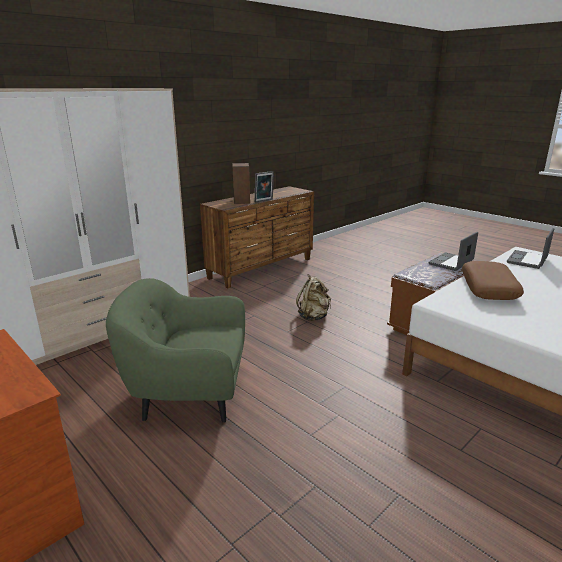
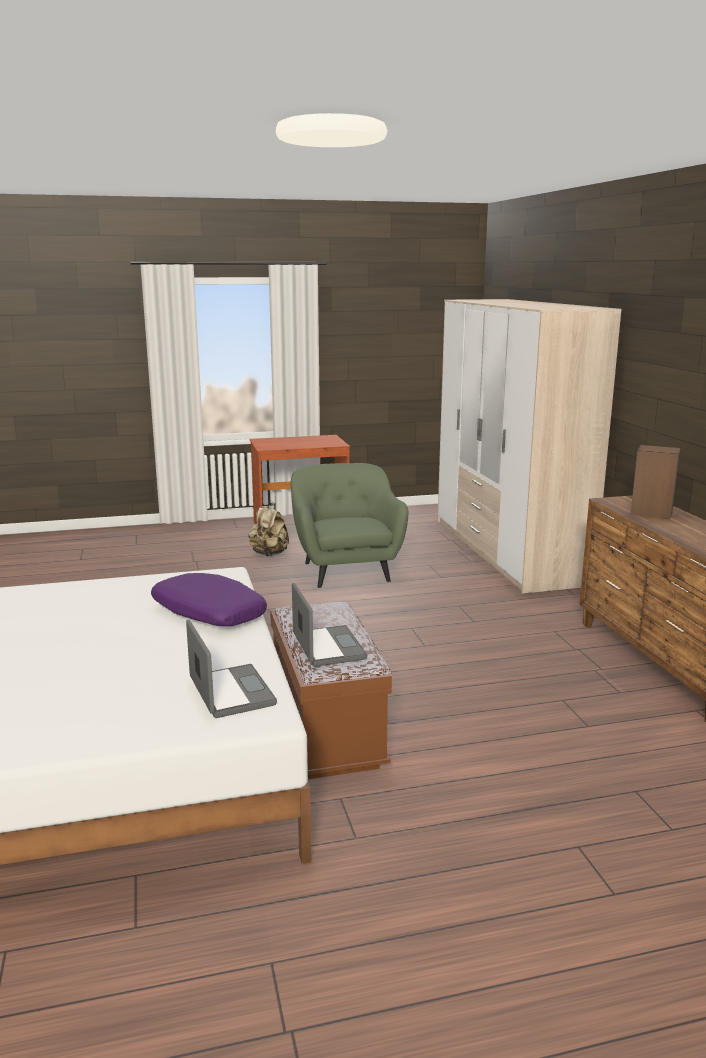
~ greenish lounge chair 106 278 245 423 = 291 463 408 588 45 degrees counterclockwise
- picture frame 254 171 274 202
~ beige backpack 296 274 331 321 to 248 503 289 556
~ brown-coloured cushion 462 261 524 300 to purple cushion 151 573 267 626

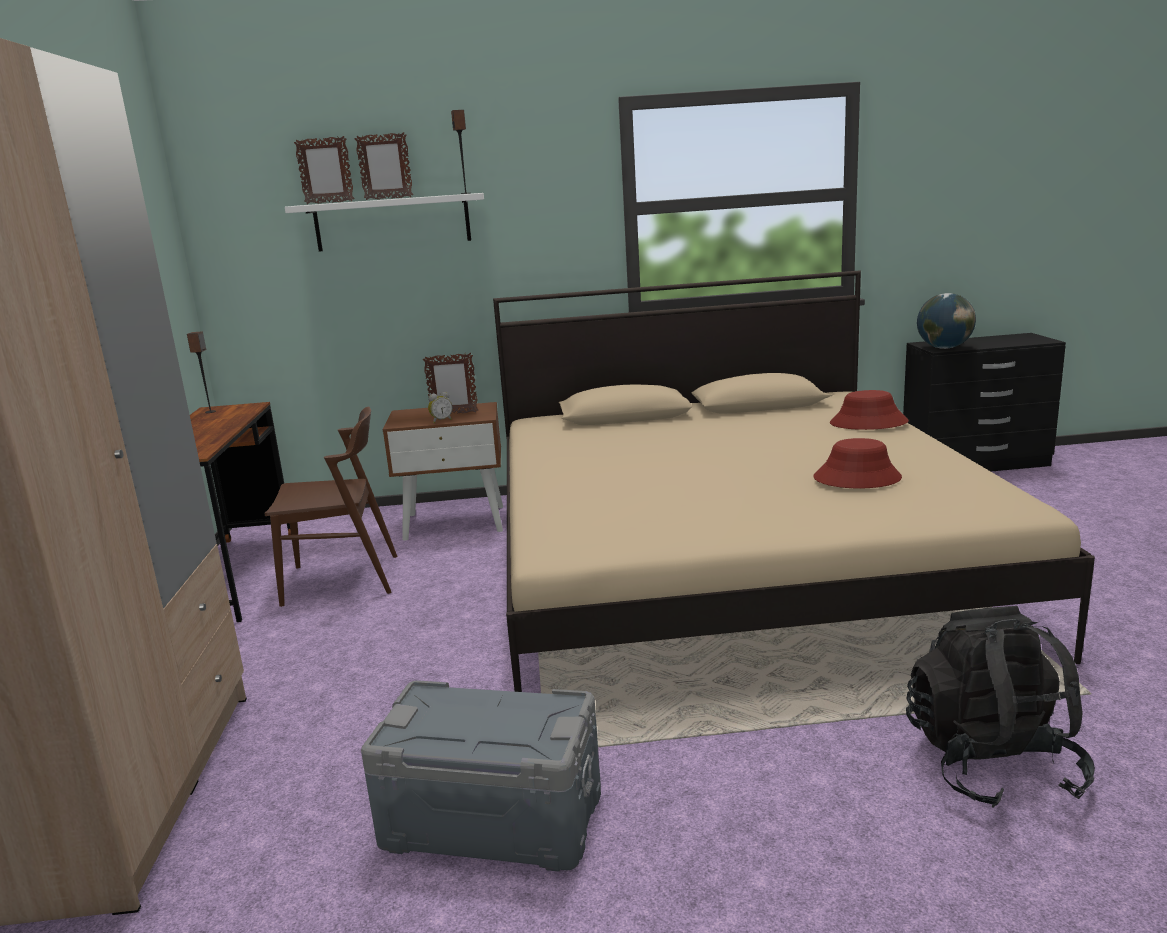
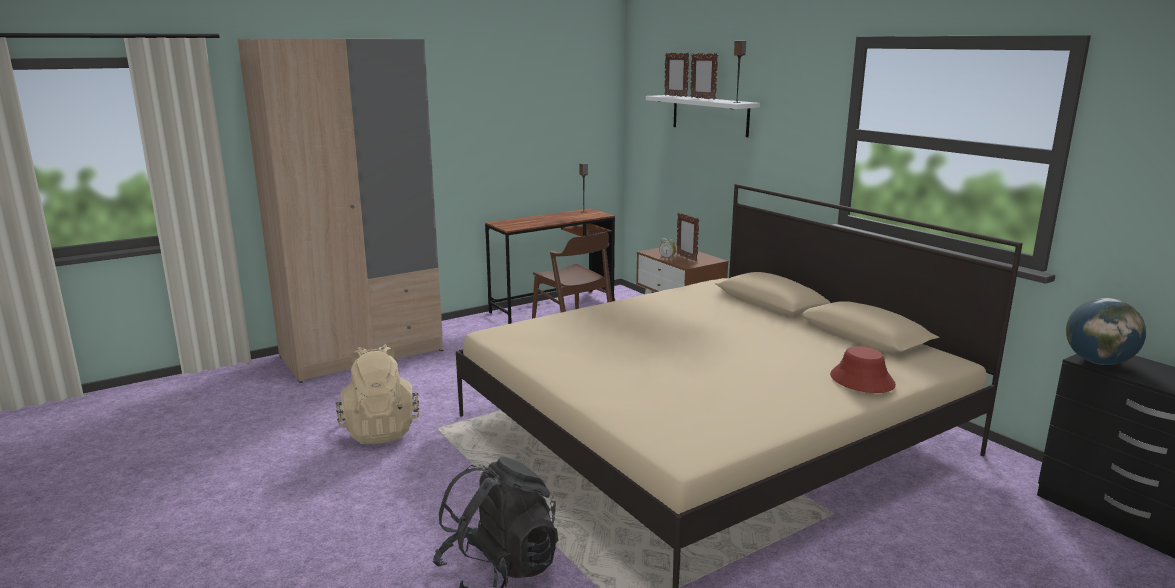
~ greyish storage bin 361 680 601 872 to beige backpack 336 344 419 444
- reddish hat 813 438 902 488

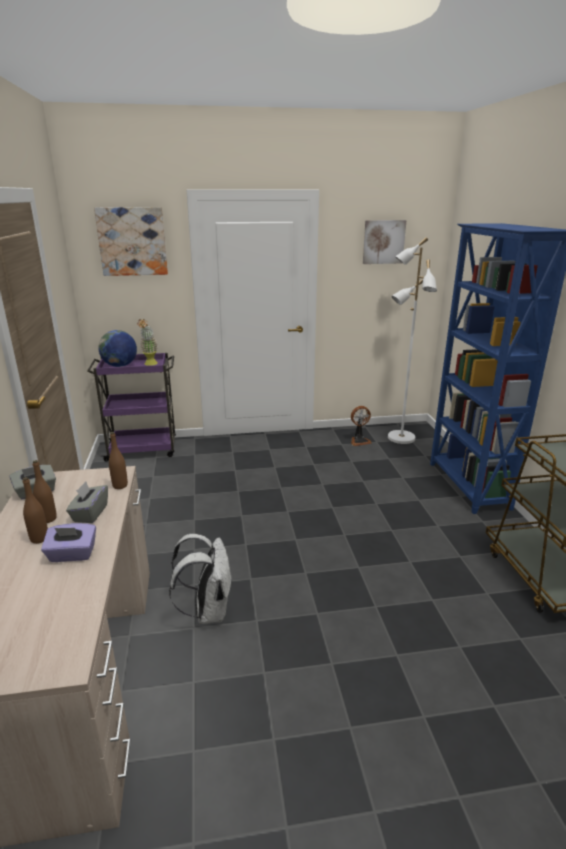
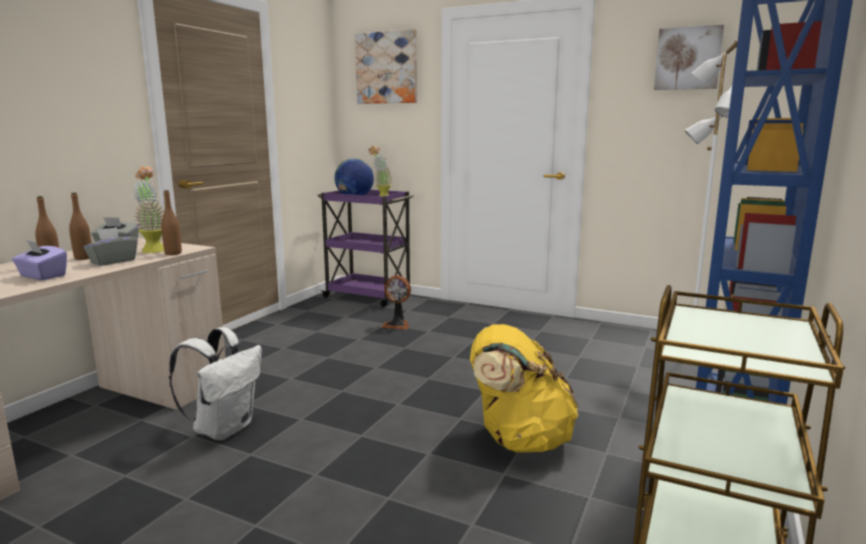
~ fan 351 406 372 446 to 381 275 411 330
+ plant in a pot 133 166 165 253
+ yellow-coloured backpack 470 324 579 452

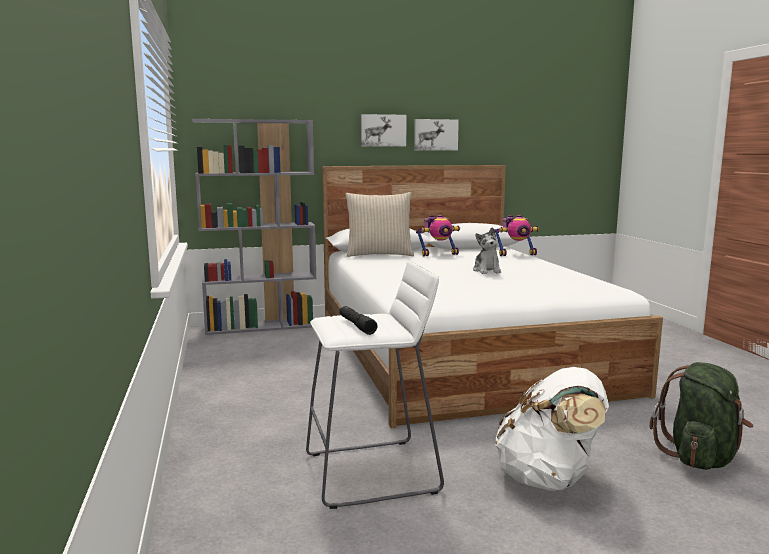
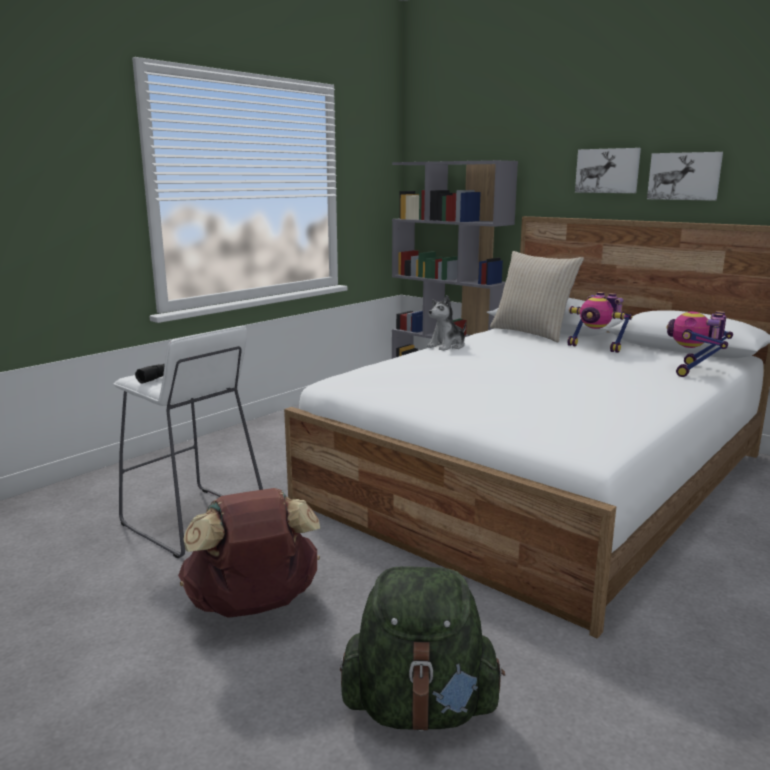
~ cuddly toy 473 227 501 274 to 426 295 466 351
~ robot figure 494 215 539 256 = 667 311 733 377 75 degrees clockwise
~ white-coloured backpack 495 367 609 491 to brown-coloured backpack 178 488 320 617

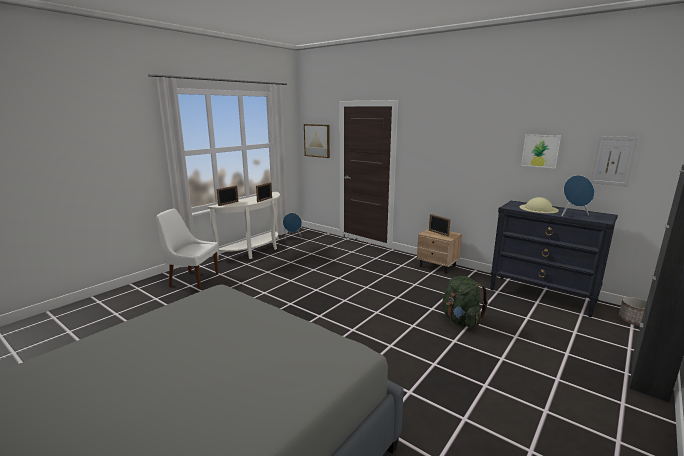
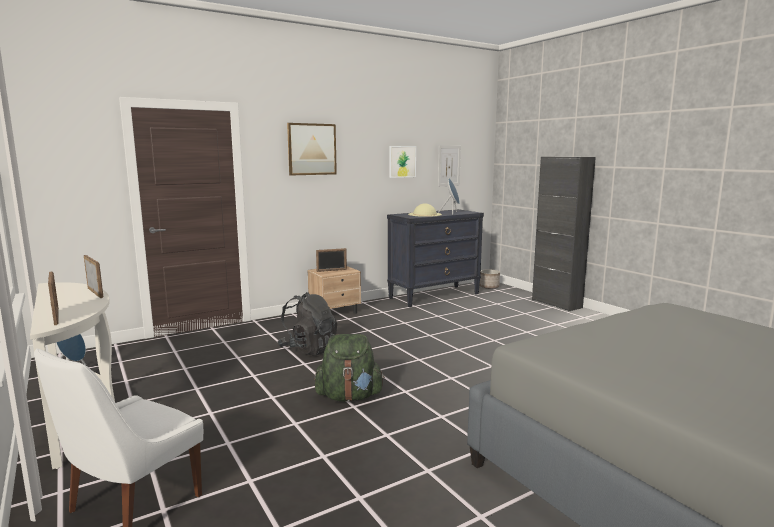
~ picture 304 124 330 158 to 287 123 337 175
~ greenish backpack 442 276 488 328 to 314 334 385 402
+ black-coloured backpack 277 292 337 355

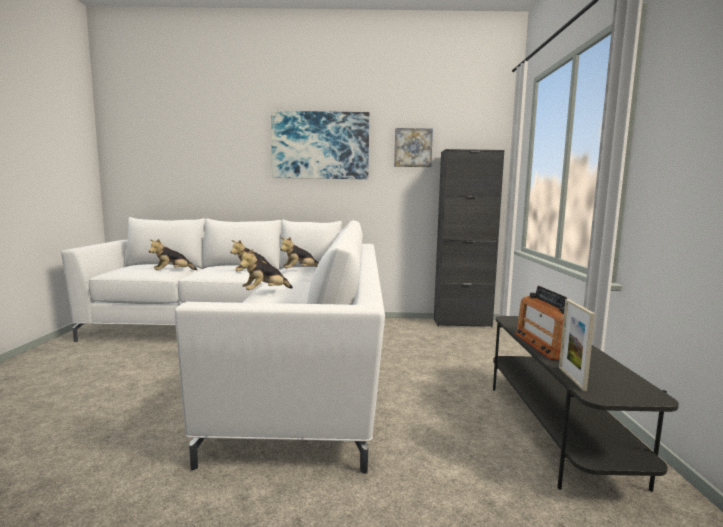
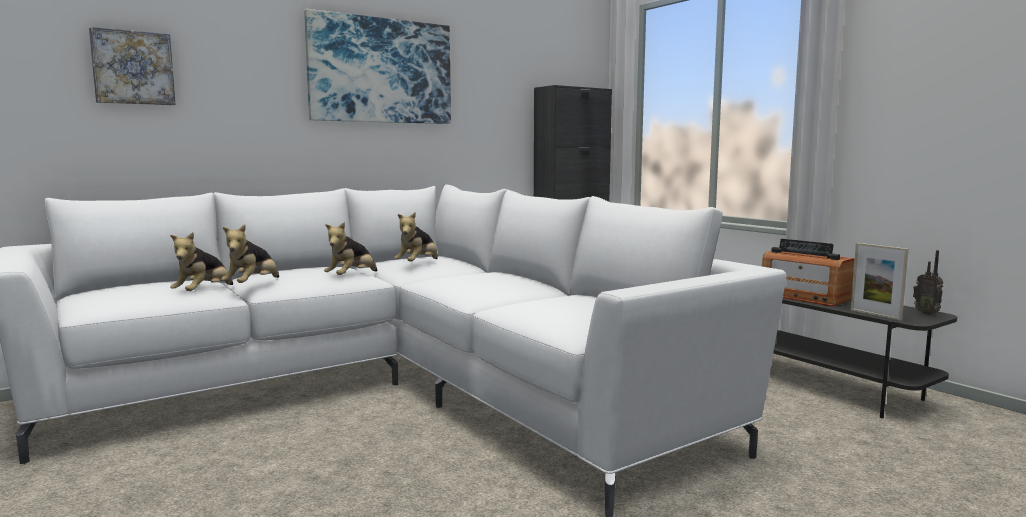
~ cuddly toy 240 249 293 290 to 221 225 279 283
~ picture 394 128 433 167 to 89 27 175 105
+ radio receiver 913 250 943 315

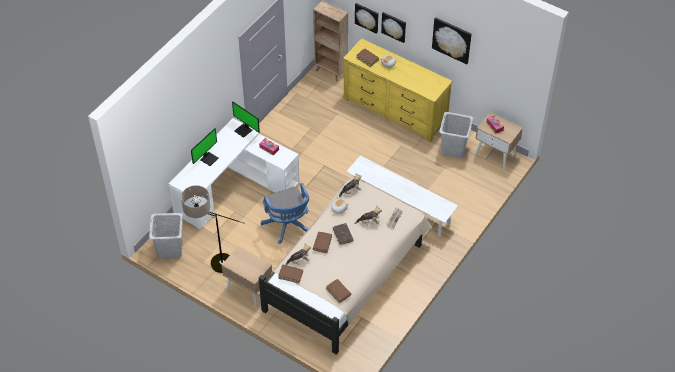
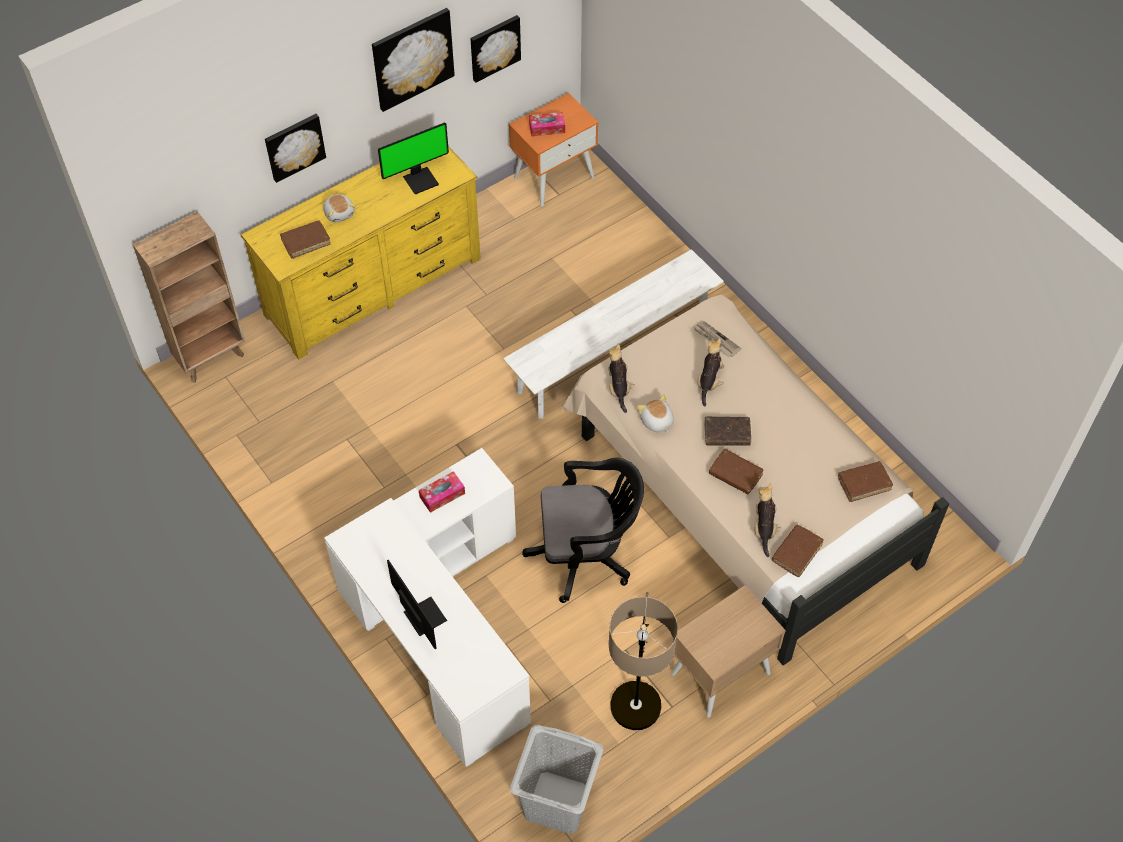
~ computer screen 232 102 260 138 to 378 122 449 194
~ bluish computer chair 261 183 309 244 to black-coloured computer chair 522 458 644 603
~ picture 355 3 378 34 to 471 15 521 82
- greyish washing basket 439 112 473 158
~ beige night table 475 112 523 169 to orange-coloured night table 509 93 599 206

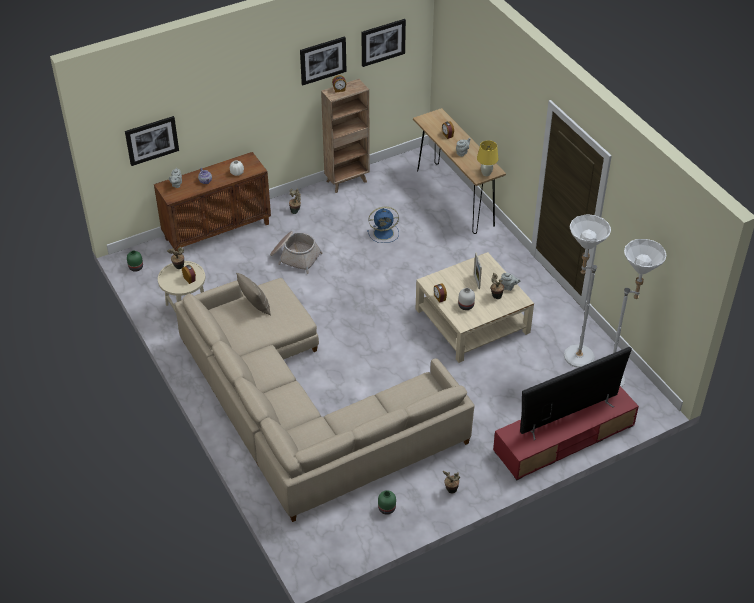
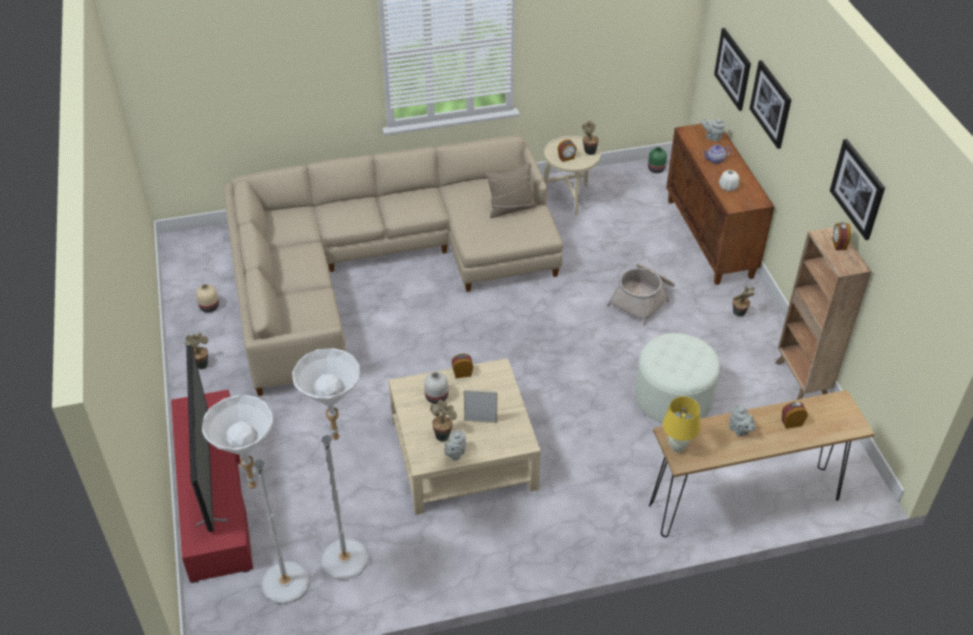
~ picture 361 19 406 67 to 749 60 791 149
~ bluish fan 367 207 399 243 to white-coloured ottoman 635 333 720 424
~ greenish decorative vase 378 490 396 515 to beige decorative vase 196 284 219 312

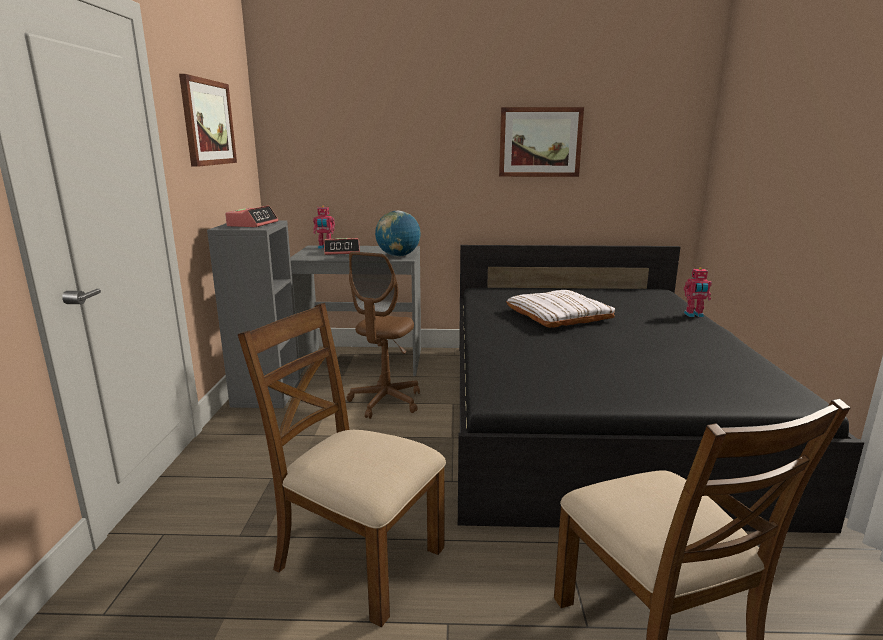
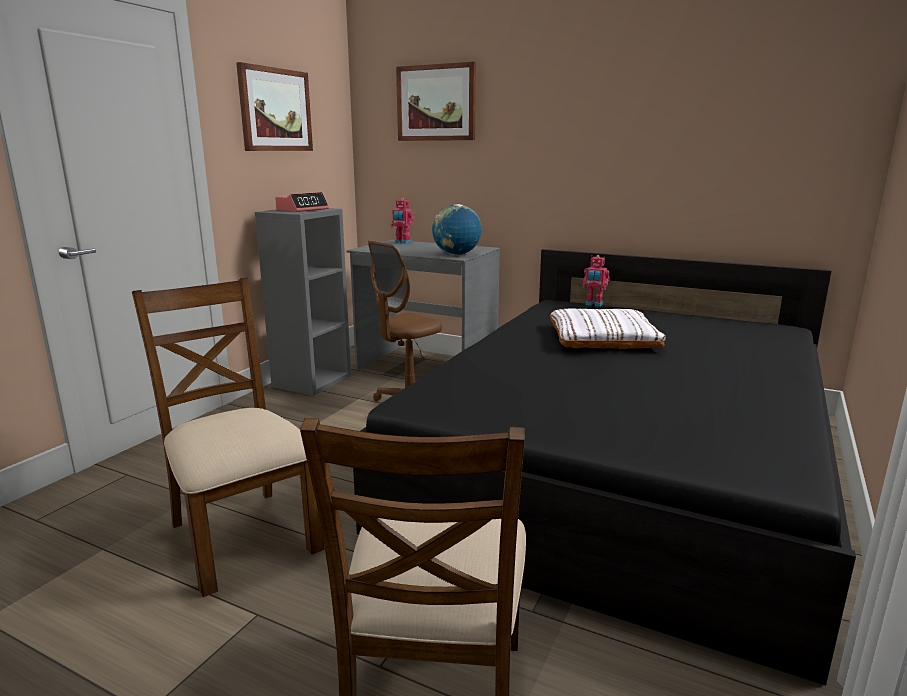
- table clock 324 238 360 255
~ picture 499 107 584 177 to 396 62 476 141
~ robot figure 684 267 712 317 to 583 255 610 307

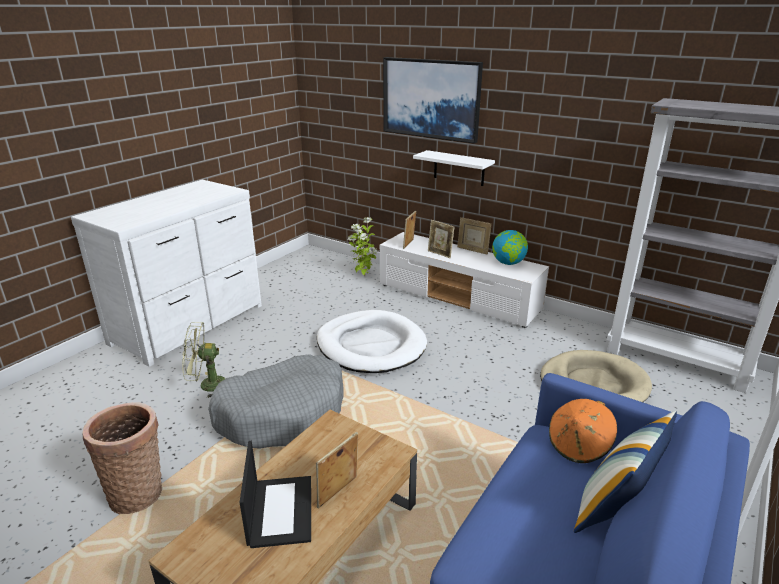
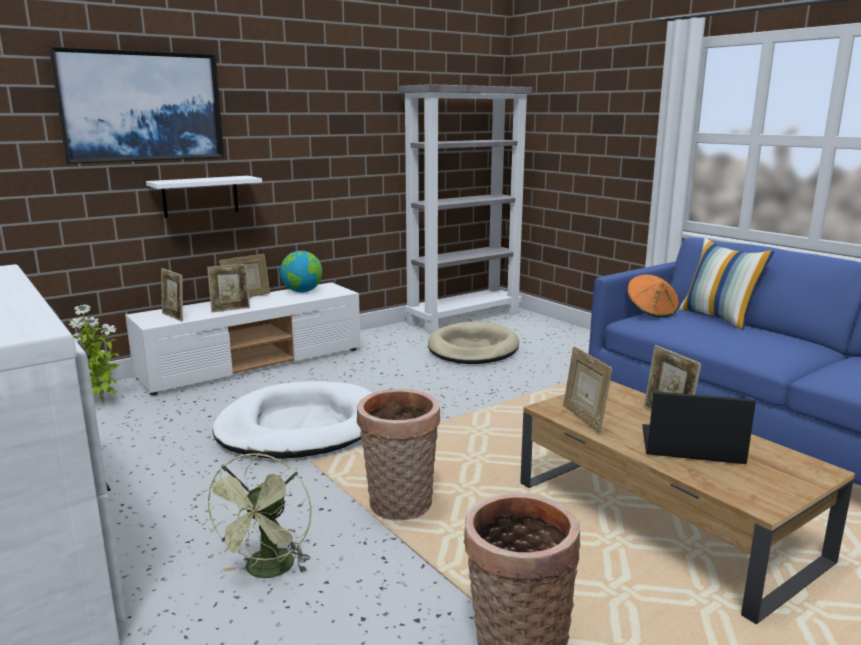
~ greyish dog cushion 208 354 343 448 to storage basket 357 389 440 521
+ picture frame 563 347 612 432

